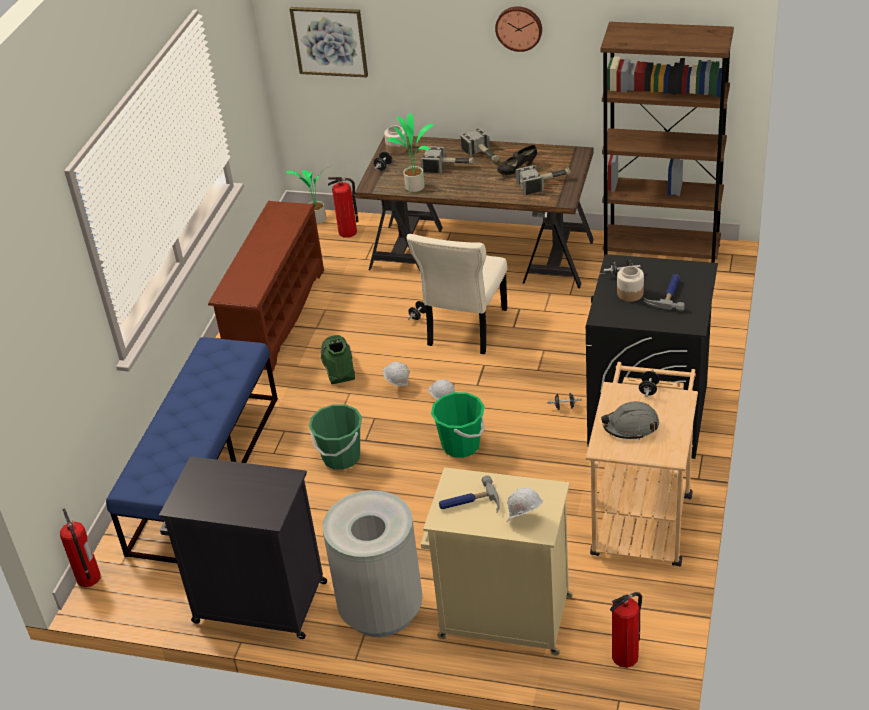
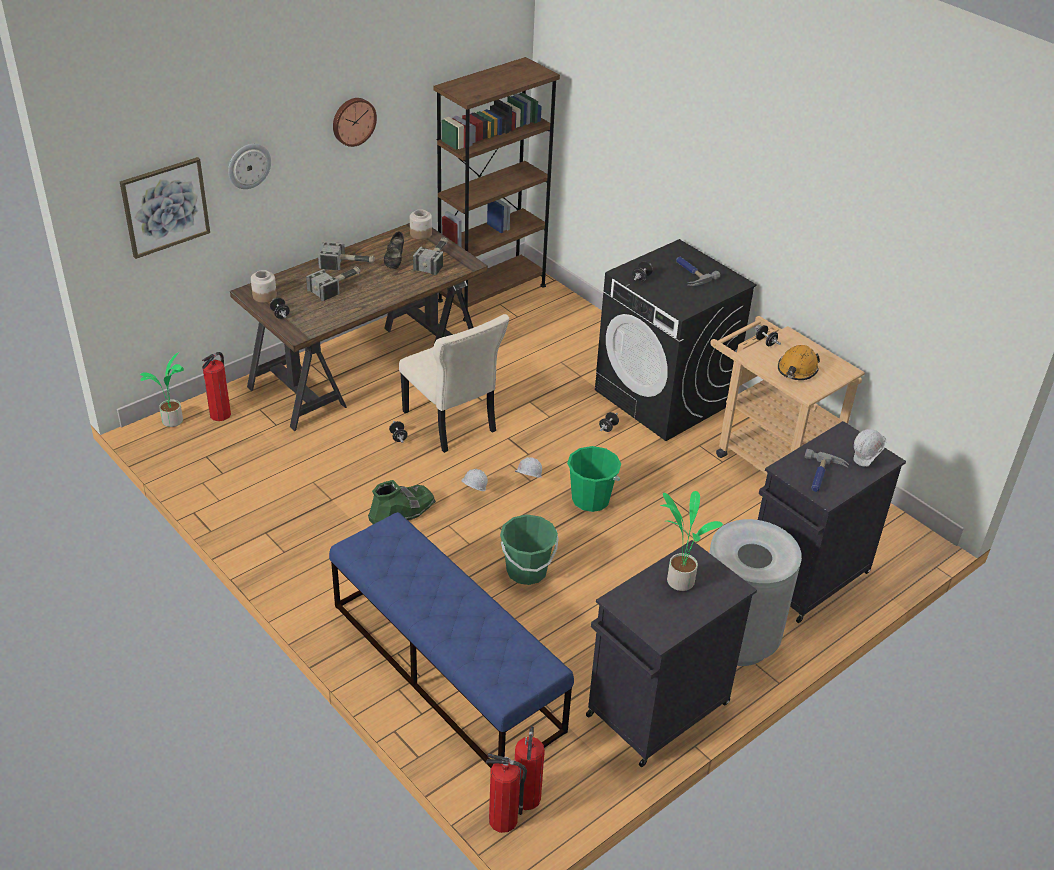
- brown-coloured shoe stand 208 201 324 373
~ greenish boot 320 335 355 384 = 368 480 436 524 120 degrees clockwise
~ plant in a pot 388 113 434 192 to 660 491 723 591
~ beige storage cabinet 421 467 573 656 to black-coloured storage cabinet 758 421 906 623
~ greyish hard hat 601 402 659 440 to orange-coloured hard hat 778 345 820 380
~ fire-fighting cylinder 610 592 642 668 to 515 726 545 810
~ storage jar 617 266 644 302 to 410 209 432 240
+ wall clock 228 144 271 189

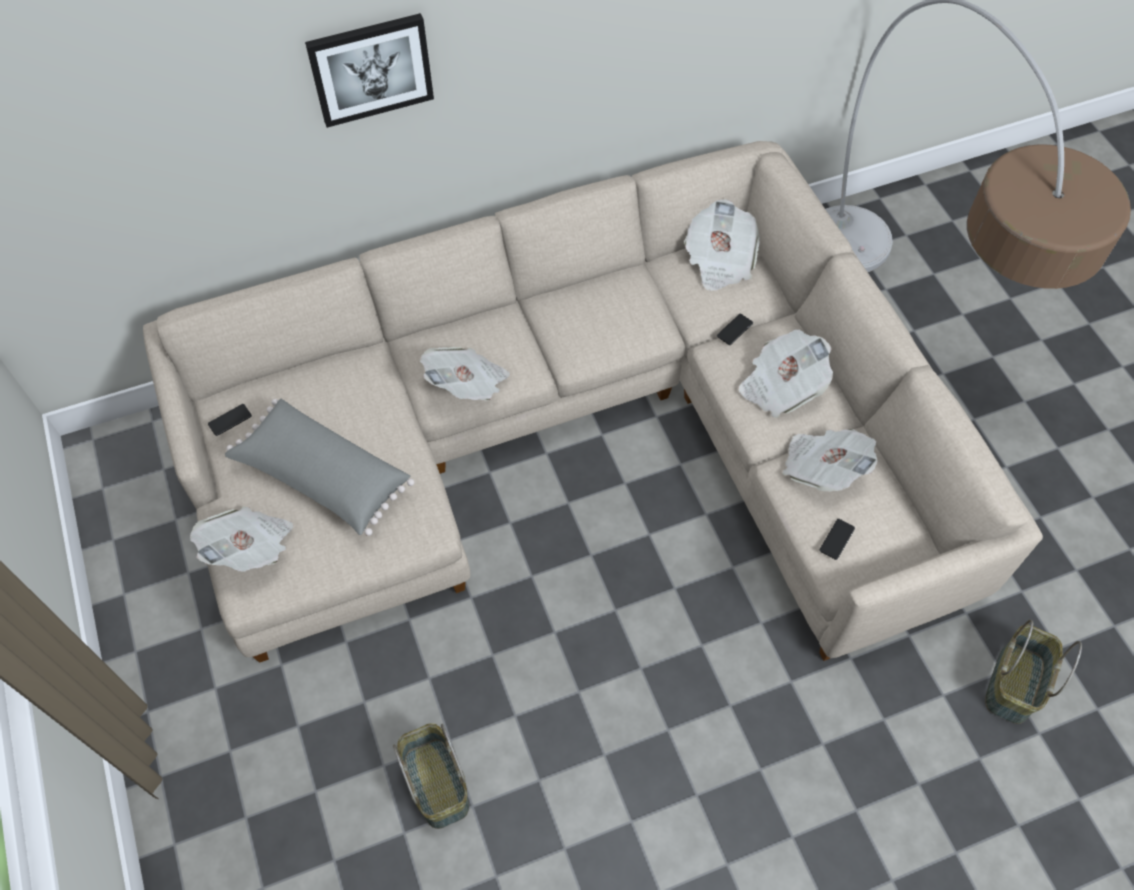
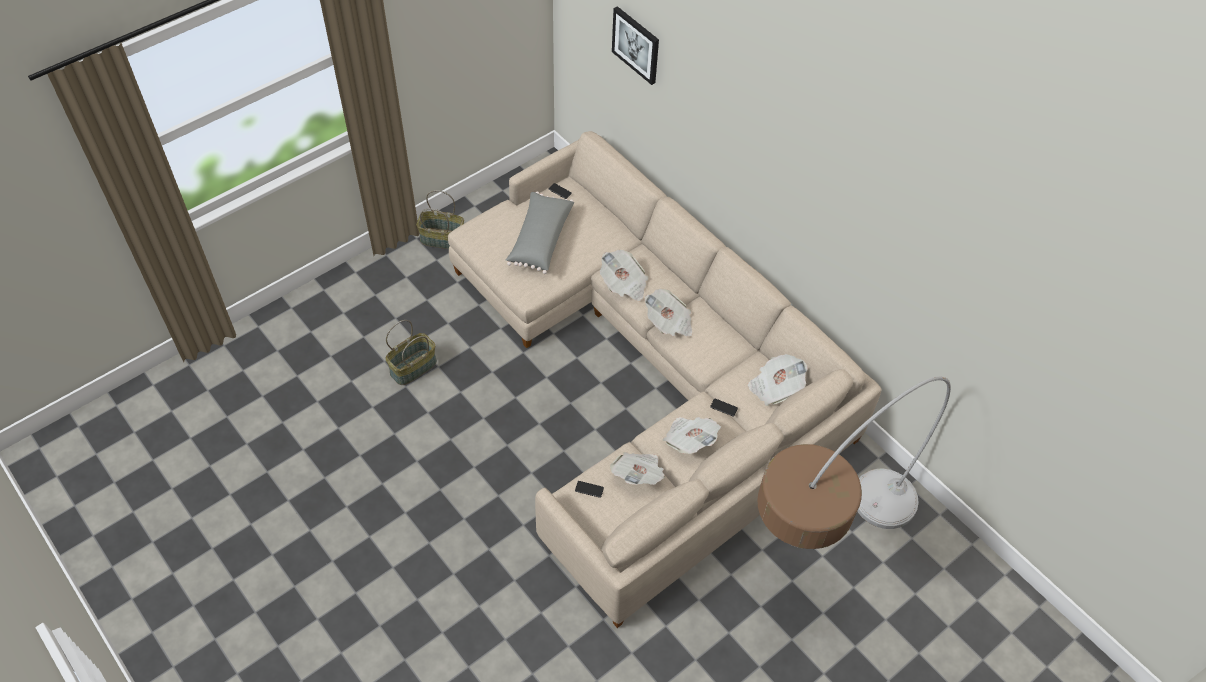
~ daily paper 190 506 294 571 to 645 289 692 337
~ picture 305 13 434 128 to 612 6 659 85
~ storage basket 985 620 1082 724 to 417 190 464 249

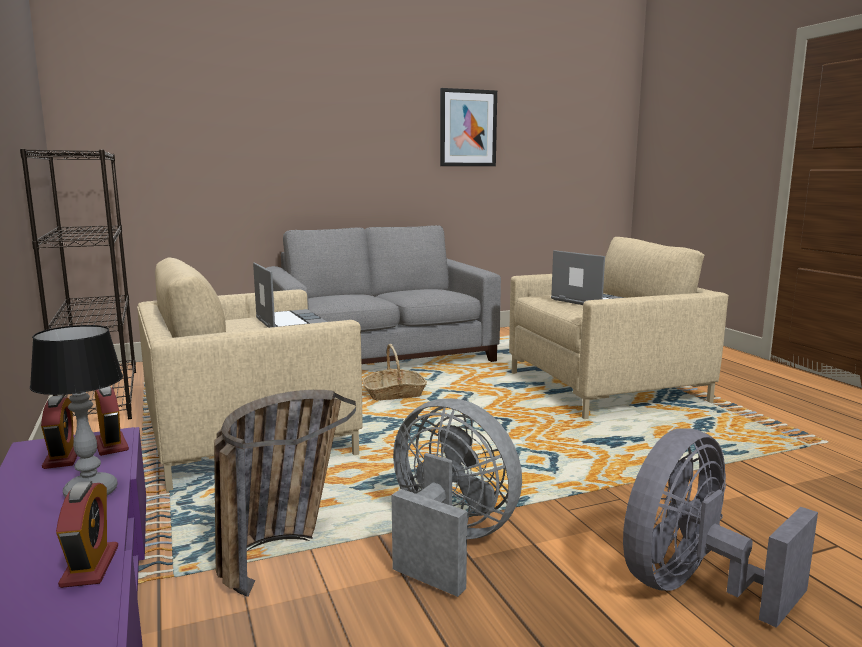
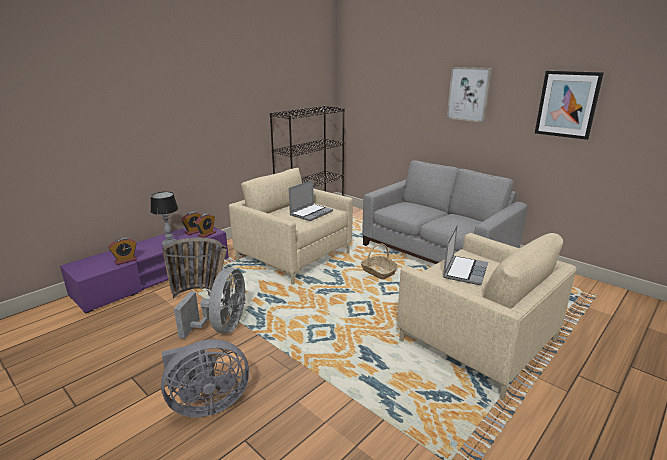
~ greyish fan 623 429 818 628 = 161 339 249 417 135 degrees clockwise
+ picture 447 67 492 123

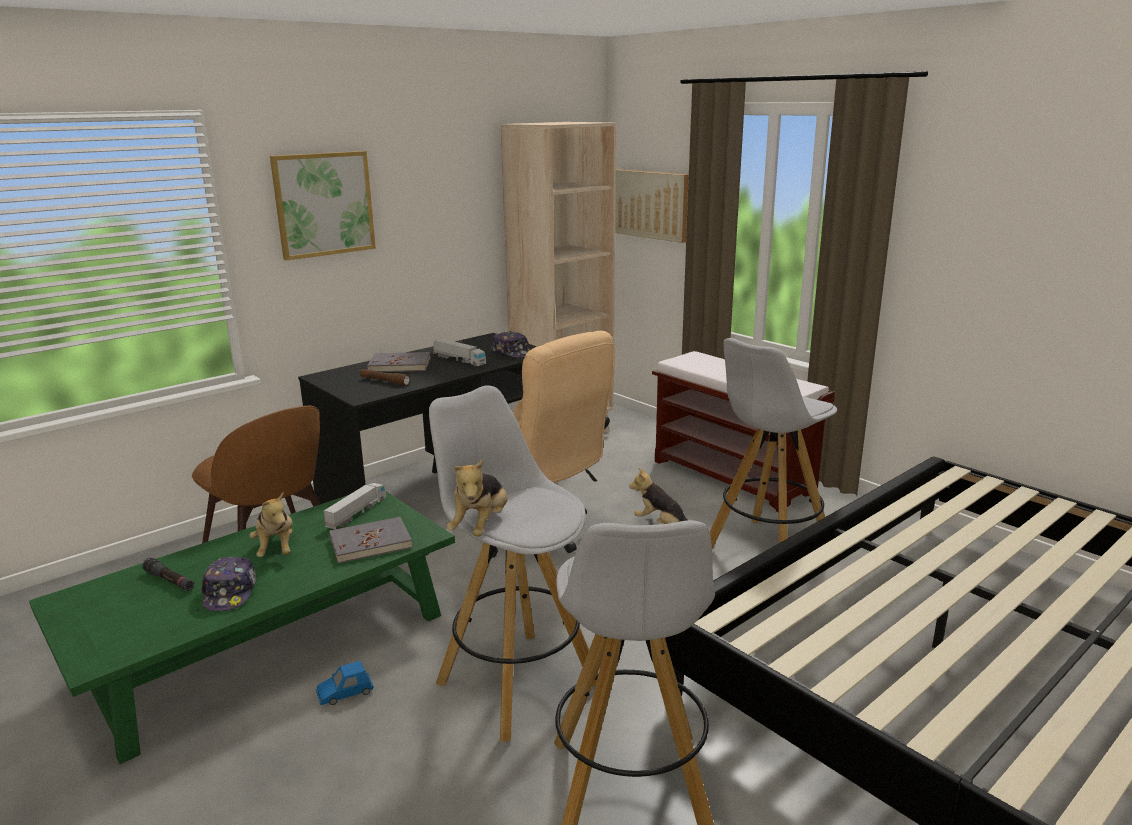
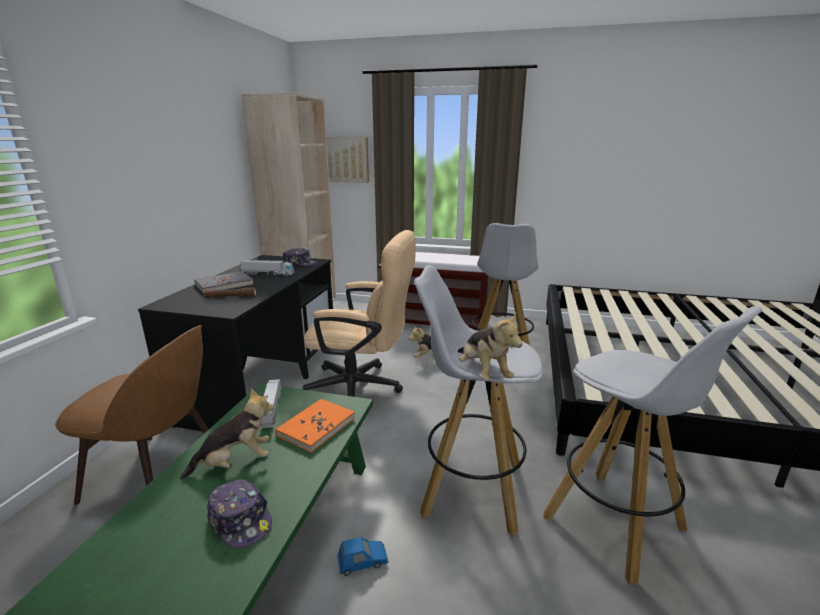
- black-coloured torch 142 558 195 591
~ cuddly toy 249 492 292 557 = 180 388 274 480 60 degrees counterclockwise
- picture 270 151 376 260
~ bluish toy car 316 661 373 705 = 337 537 388 576 135 degrees counterclockwise
~ greyish book 329 517 413 564 to orange-coloured book 275 399 355 453

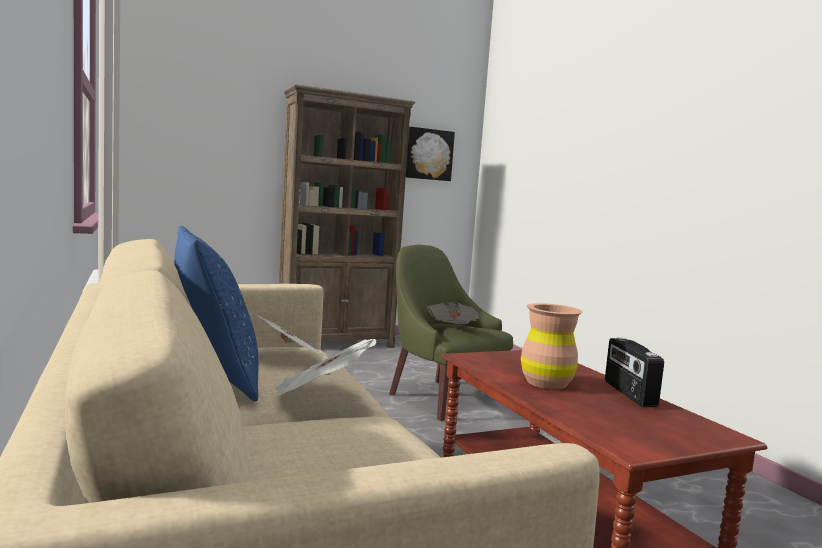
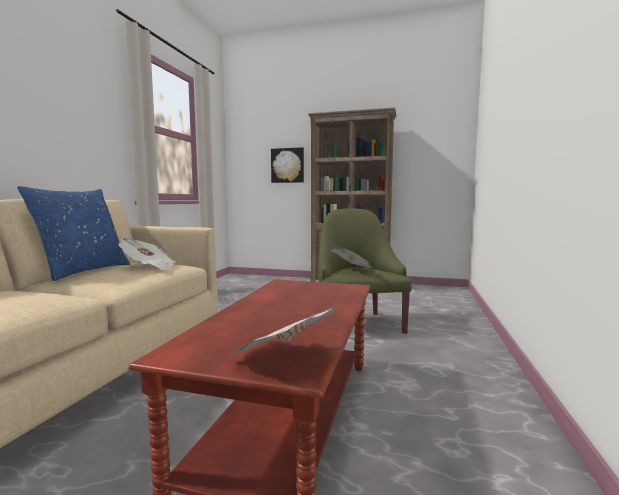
~ daily paper 275 339 376 396 to 231 308 338 355
~ picture 406 127 455 181 to 271 147 304 183
- brown-coloured decorative vase 521 303 583 389
- radio receiver 605 338 664 407

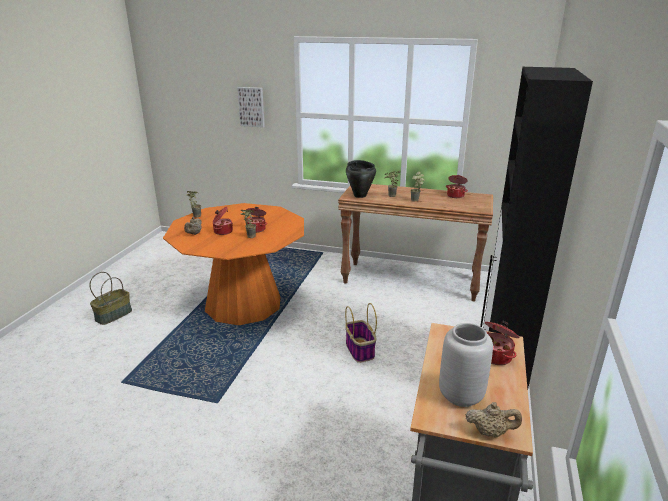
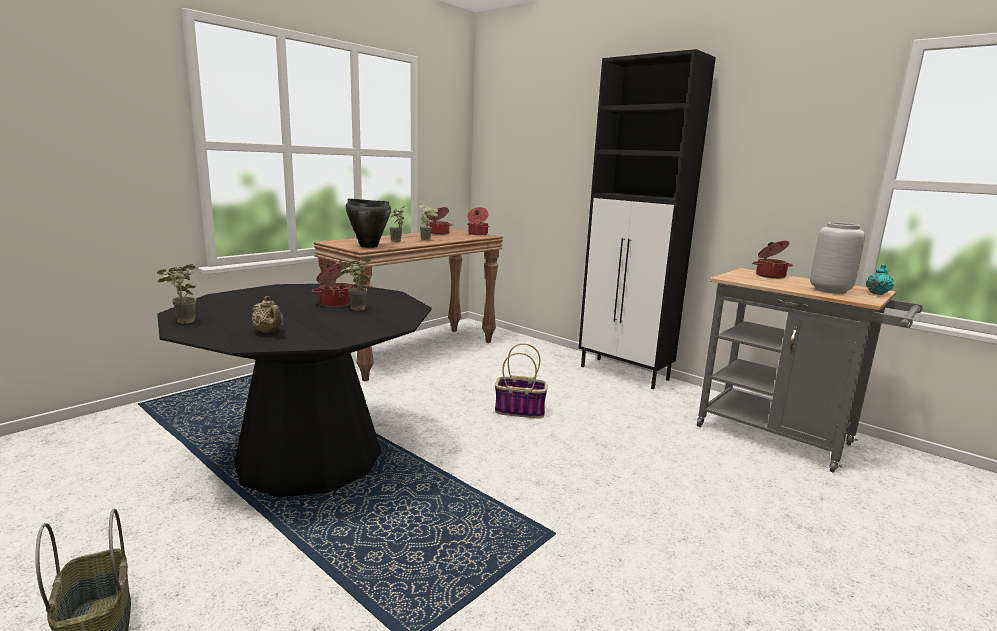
~ orange-coloured kitchen table 163 203 304 325 to black-coloured kitchen table 157 284 432 497
~ cooking pot 213 207 233 235 to 467 207 490 235
- picture 237 87 265 128
~ beige tea pot 466 402 522 438 to turquoise-coloured tea pot 866 264 894 295

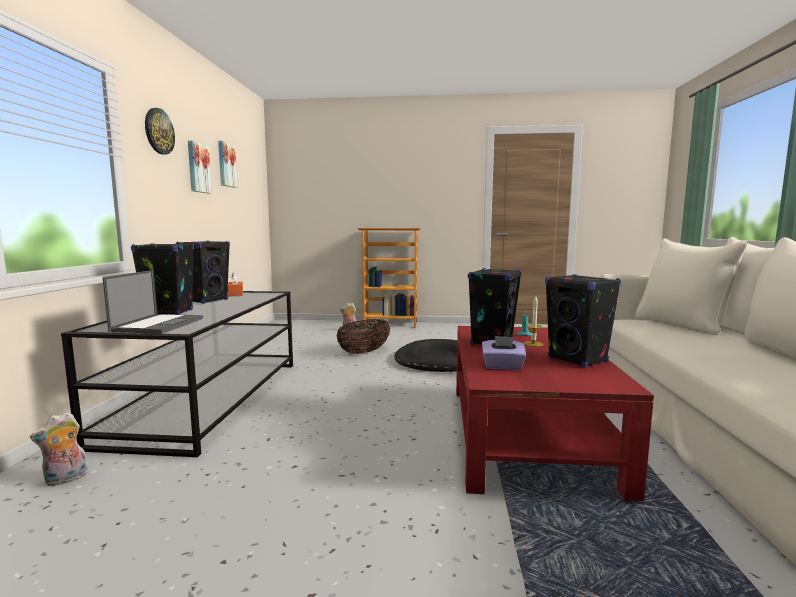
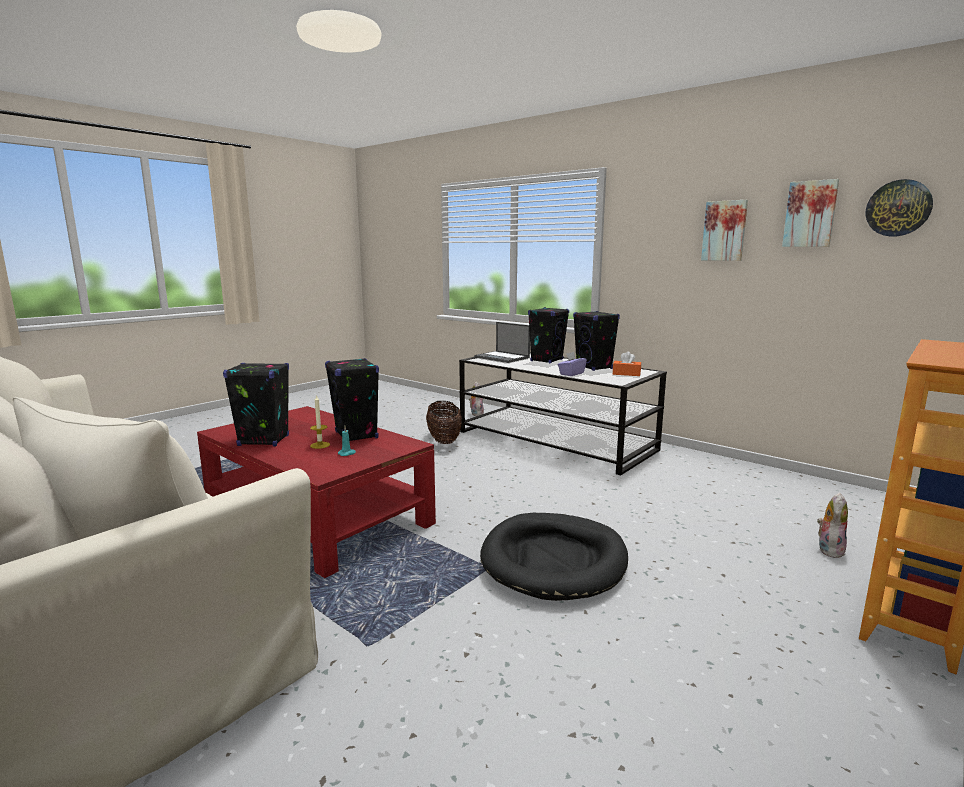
~ wall clock 145 108 175 155 to 866 179 933 237
~ storage basket 337 319 390 354 to 426 401 462 444
~ purple box of tissues 482 336 526 370 to 558 352 587 376

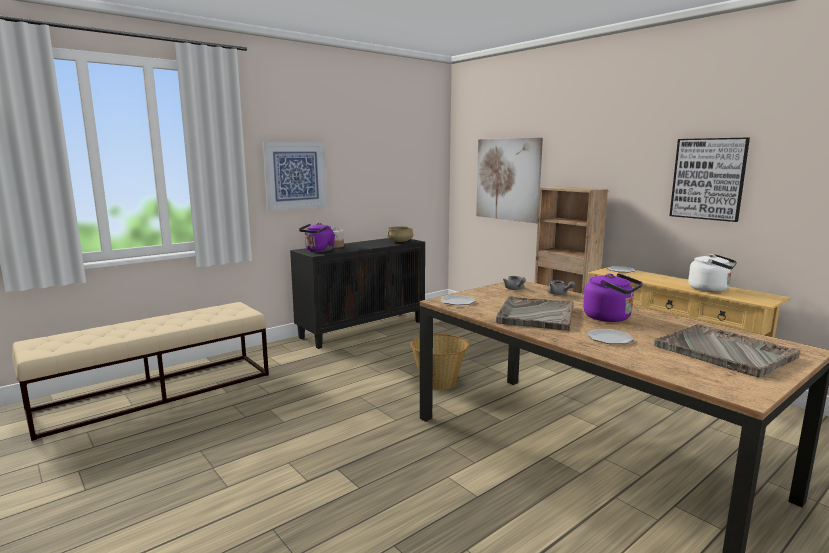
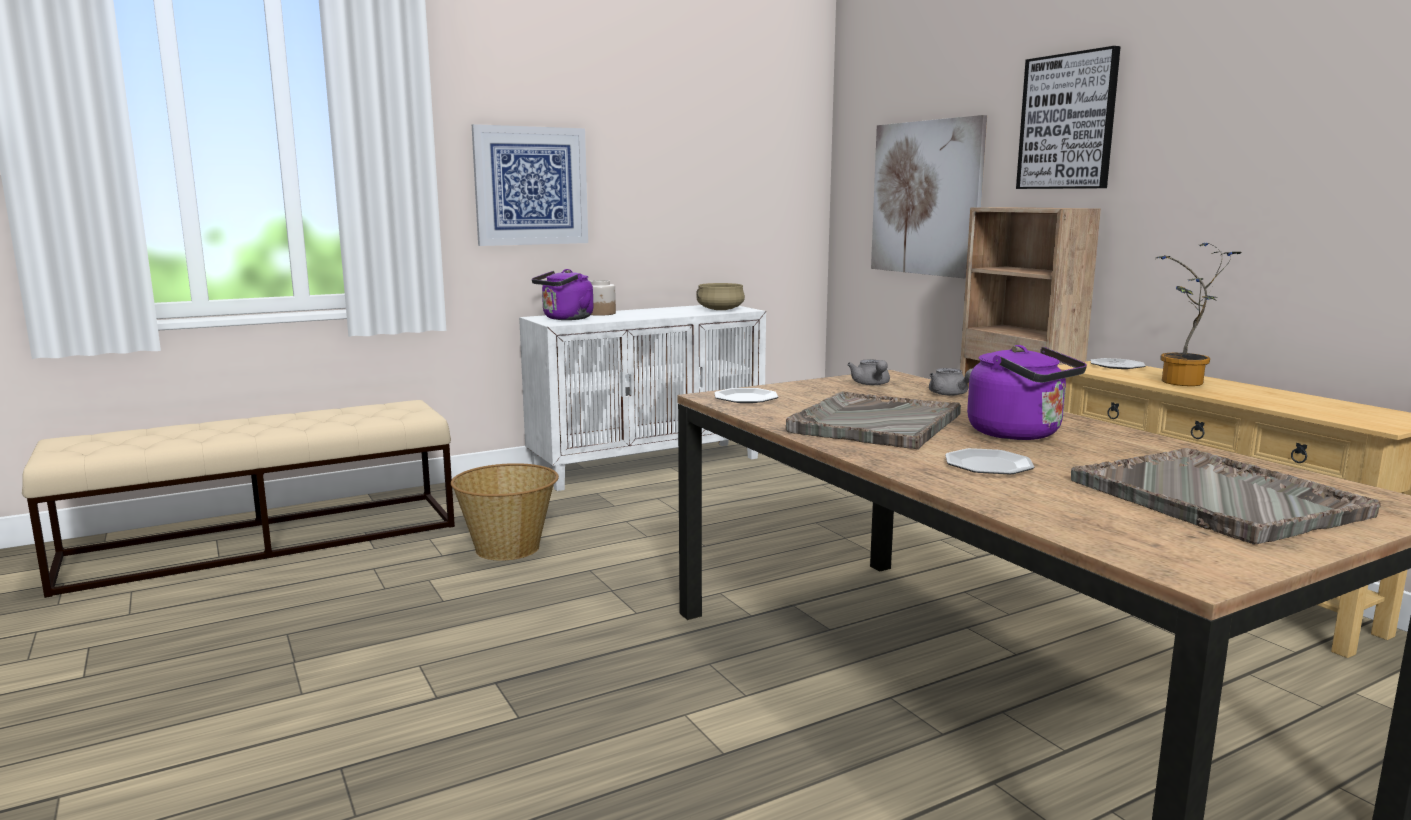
~ black-coloured storage cabinet 290 238 425 349 to white-coloured storage cabinet 519 305 766 491
~ storage basket 411 334 469 390 to 451 463 559 561
~ picture 670 138 750 222 to 1016 46 1121 189
- white-coloured water kettle 688 254 737 292
+ plant in a pot 1155 243 1242 386

